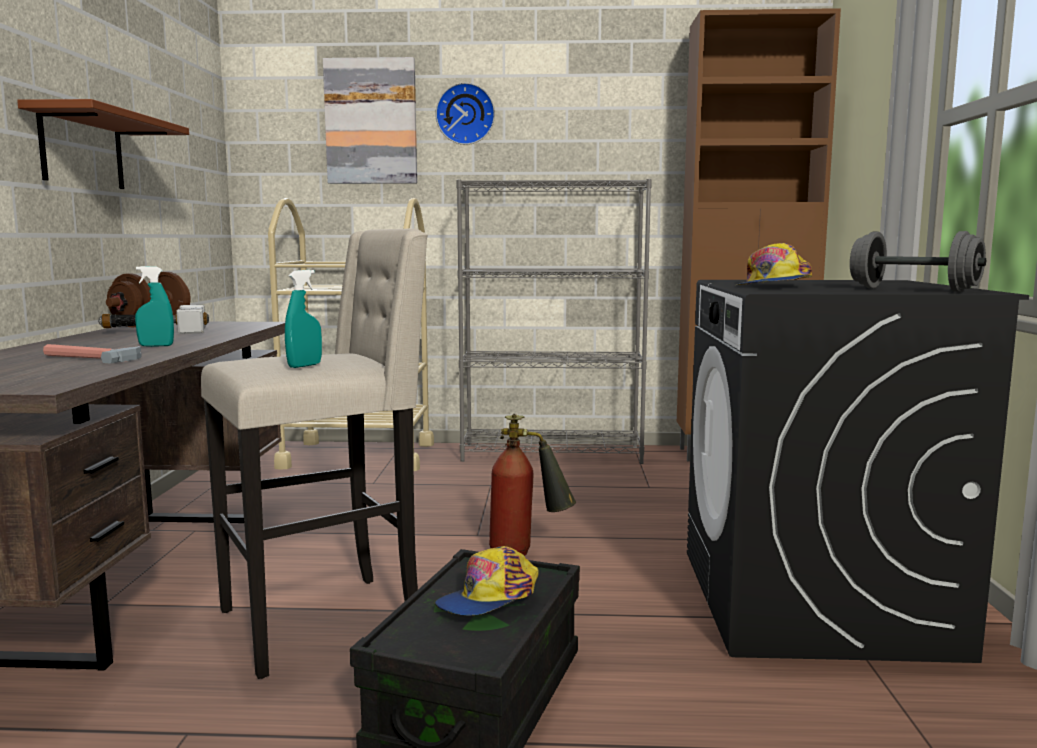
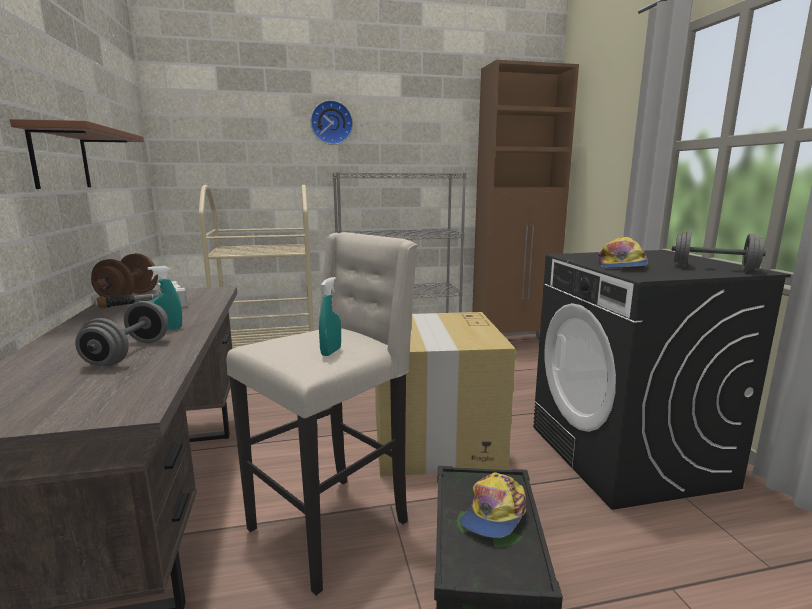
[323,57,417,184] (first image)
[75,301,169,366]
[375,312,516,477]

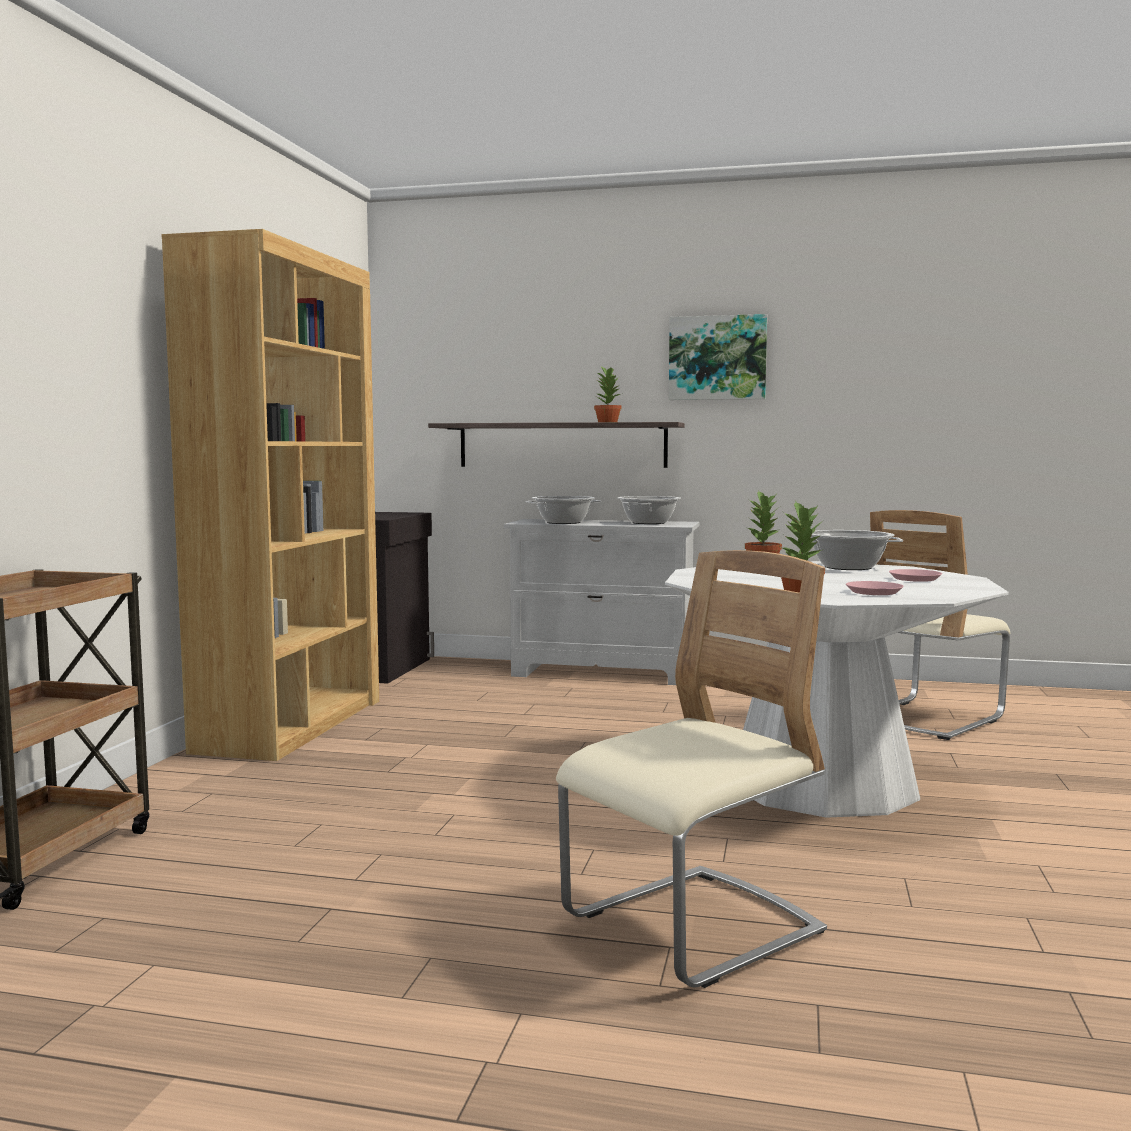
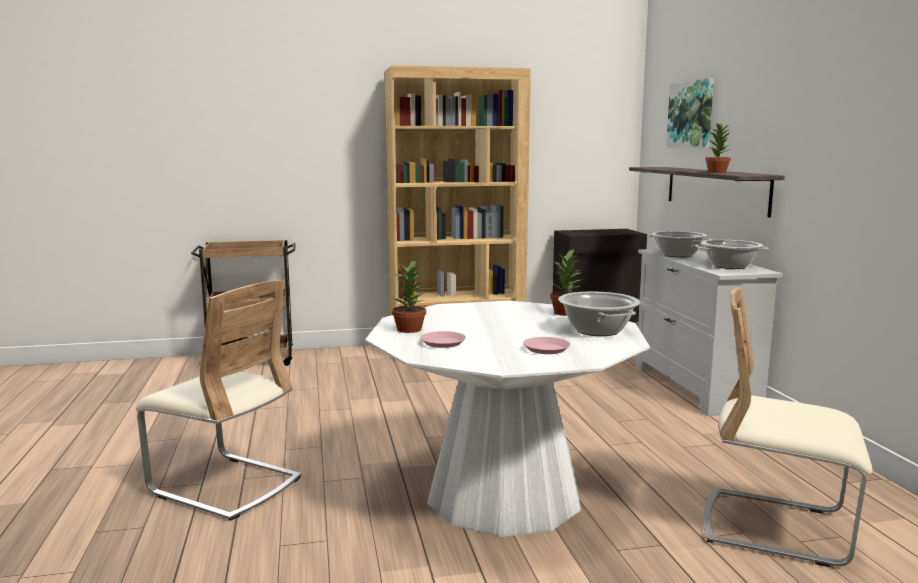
[666,78,714,148]

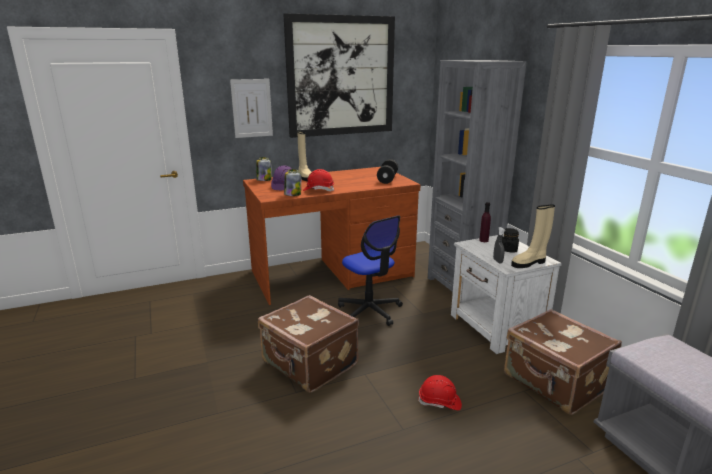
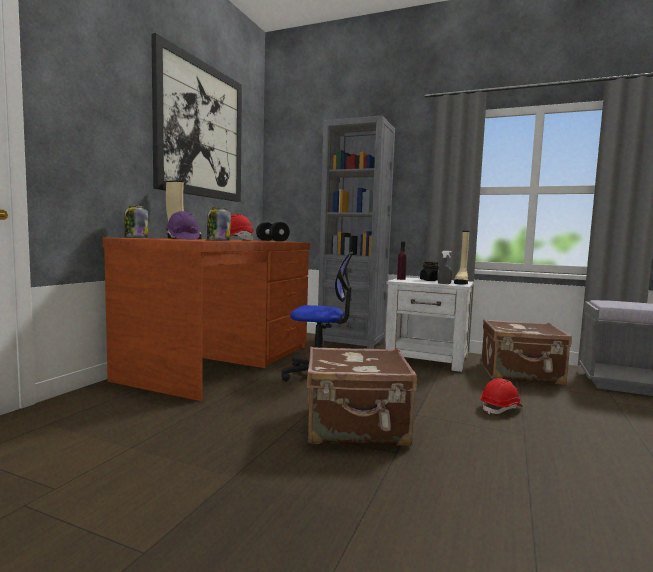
[230,79,273,138] (first image)

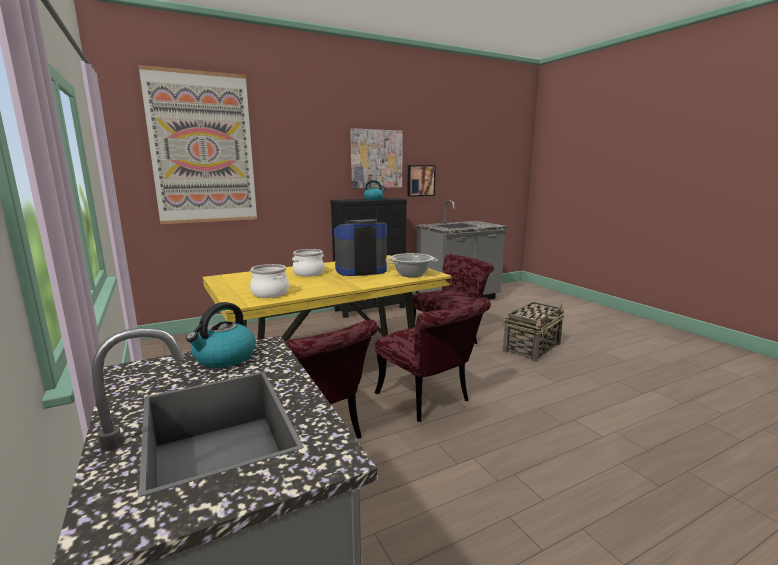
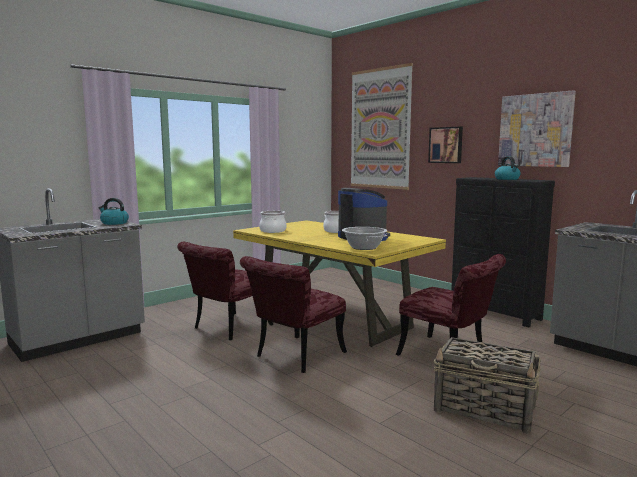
[428,126,463,163]

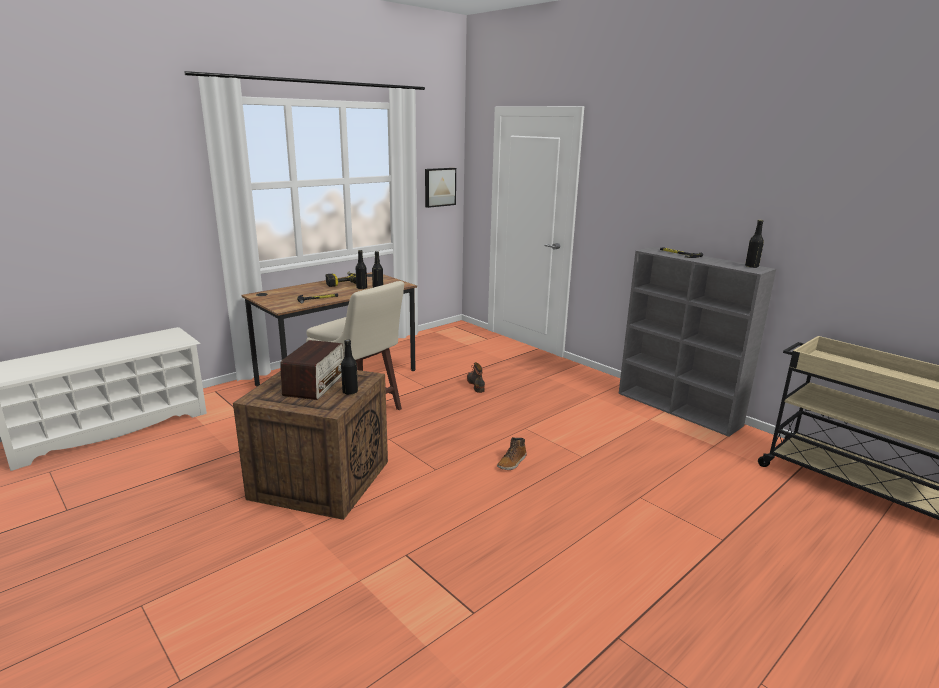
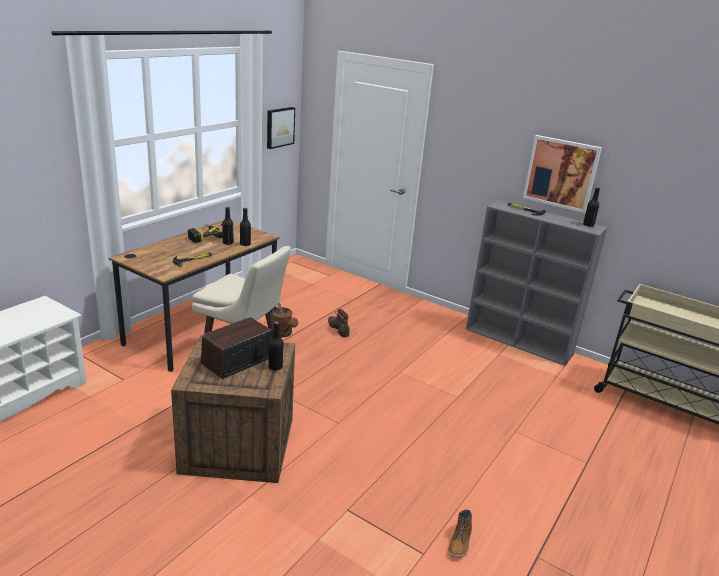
[201,317,273,379]
[448,510,472,558]
[523,135,602,213]
[272,303,298,337]

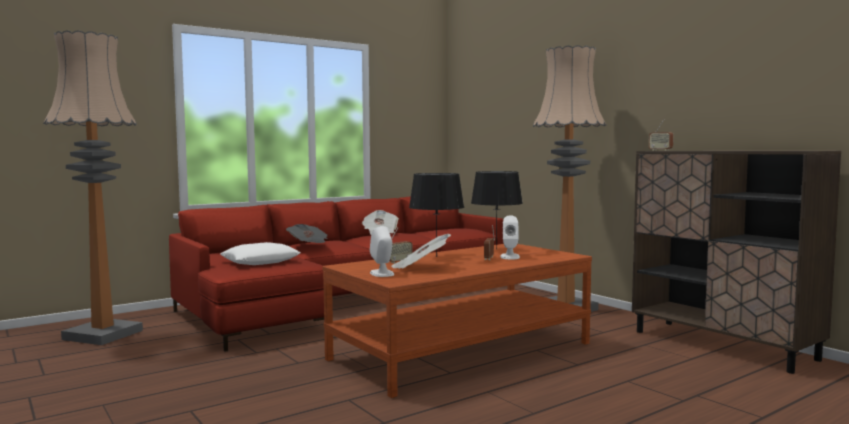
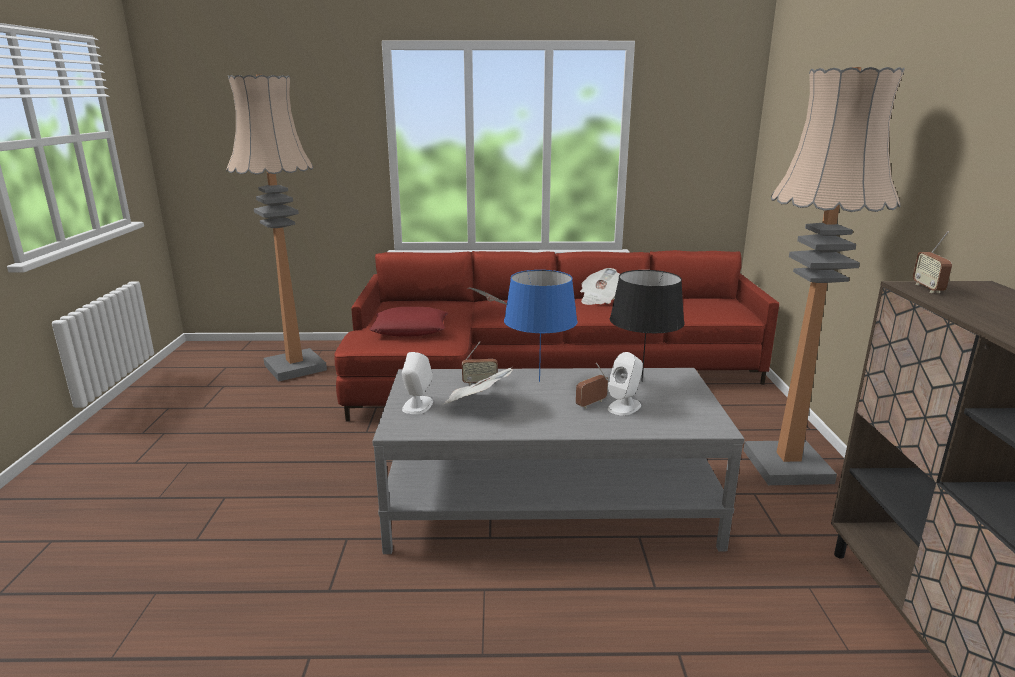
[504,270,578,382]
[369,307,448,337]
[372,368,745,554]

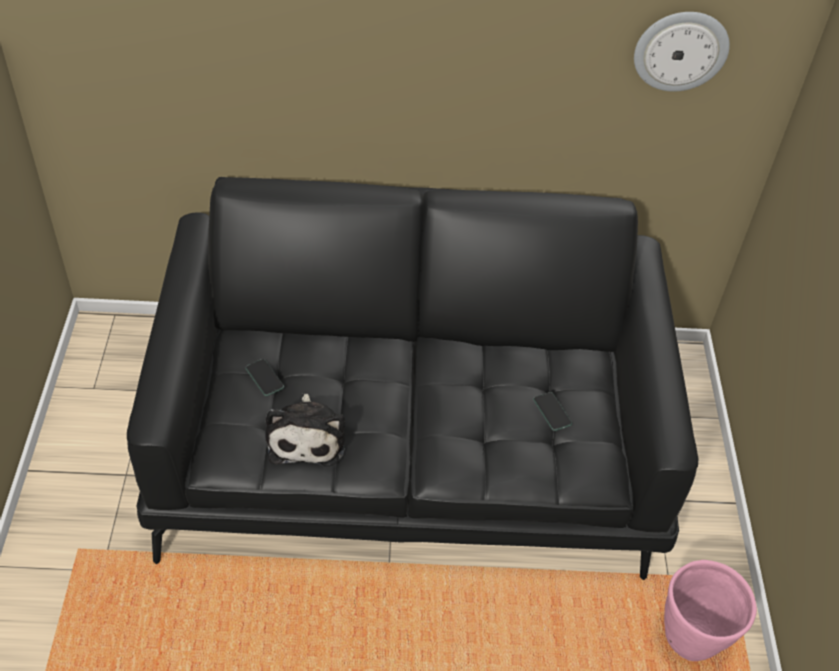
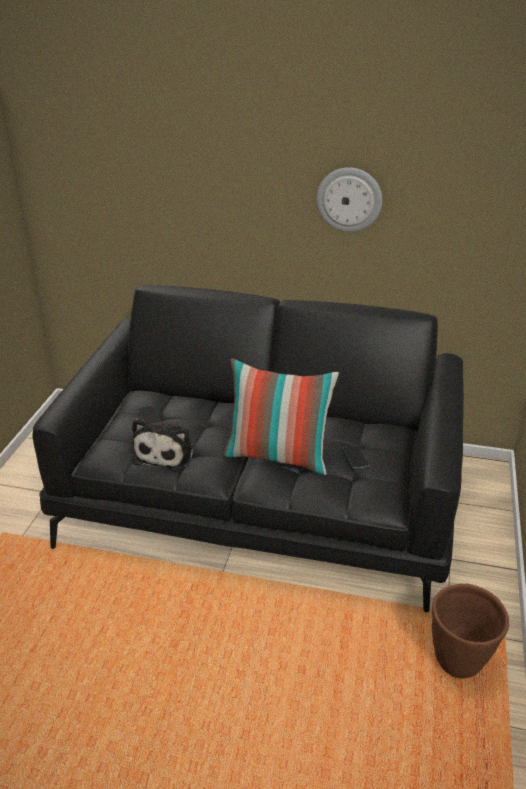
[316,167,382,232]
[432,583,509,679]
[224,359,339,475]

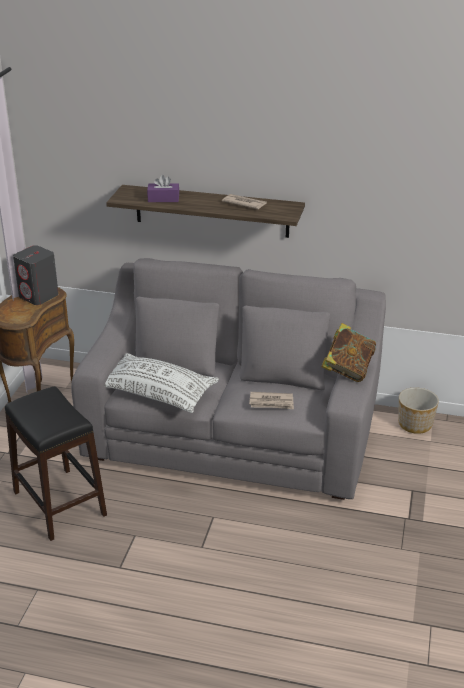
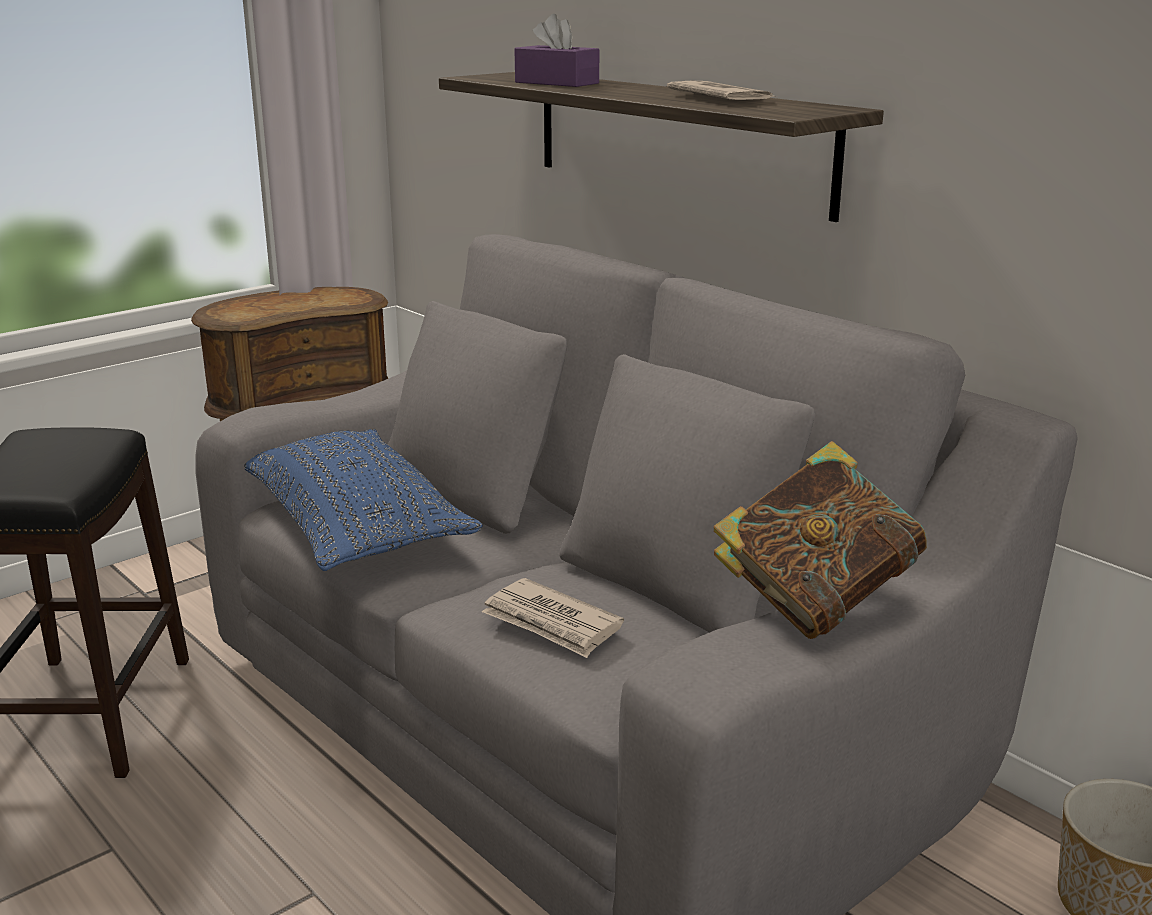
[13,245,59,305] (first image)
[244,429,483,571]

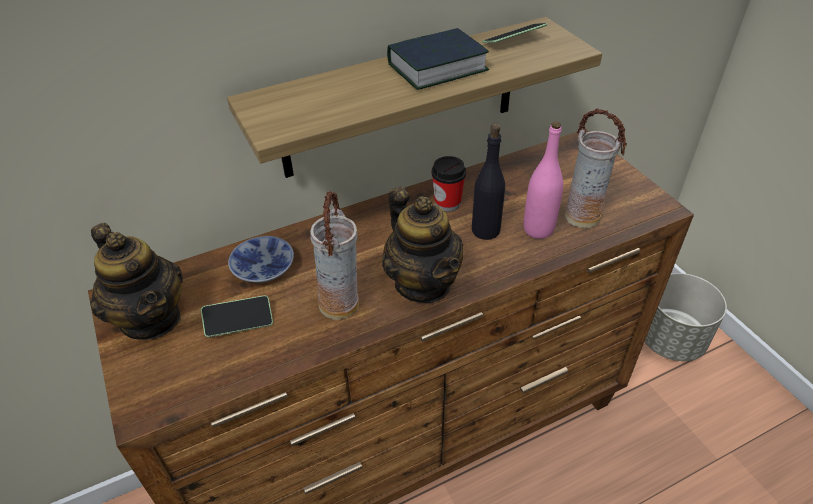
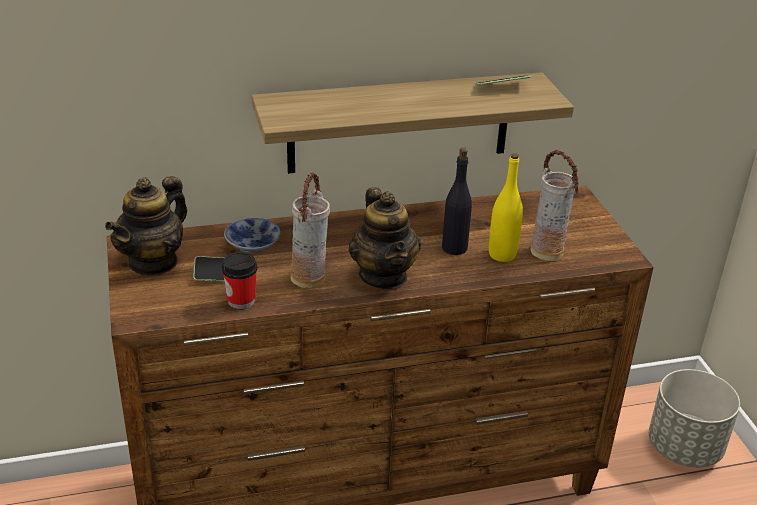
[387,28,489,90] (first image)
[489,153,523,262]
[221,252,258,309]
[105,176,187,276]

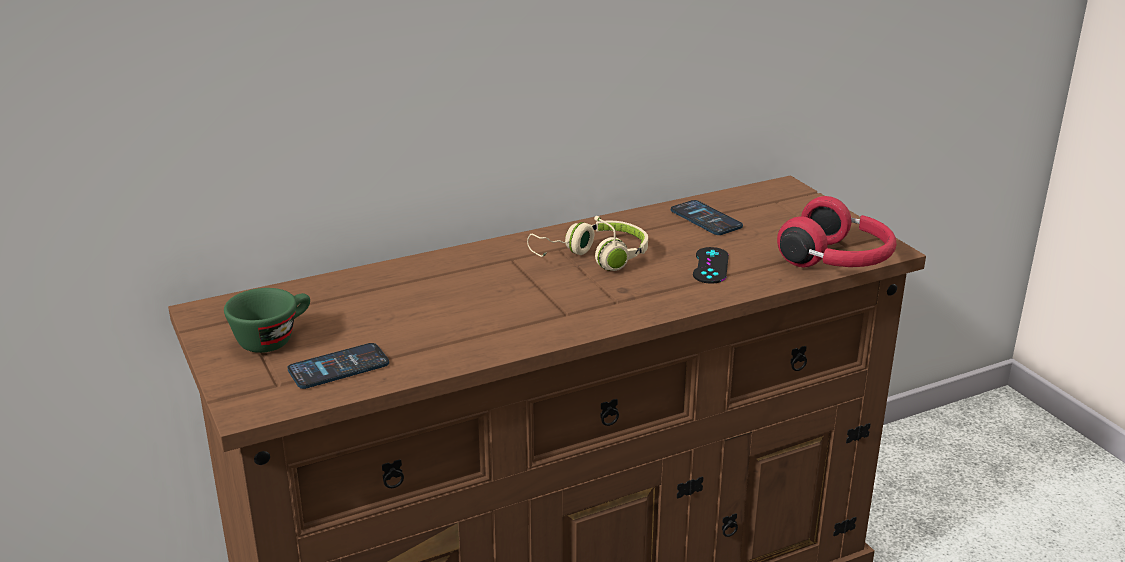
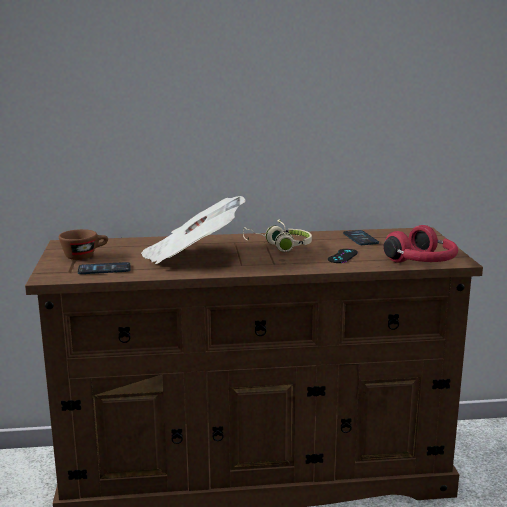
[59,229,108,260]
[141,196,246,264]

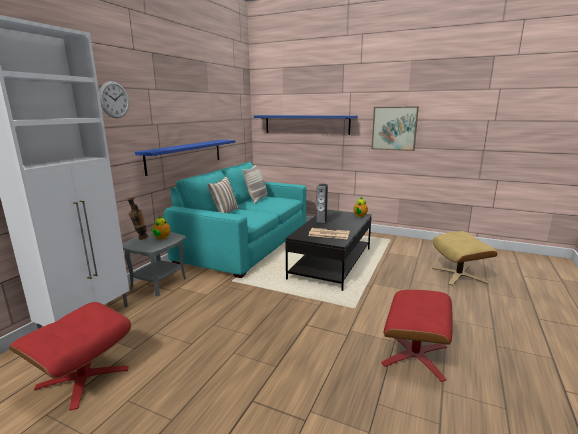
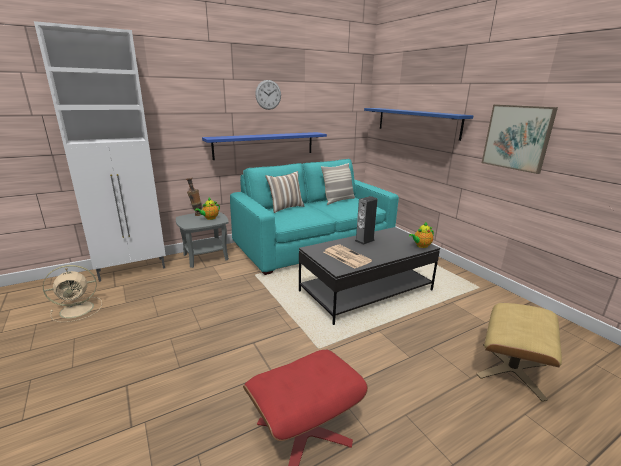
[255,80,281,110]
[43,265,102,322]

